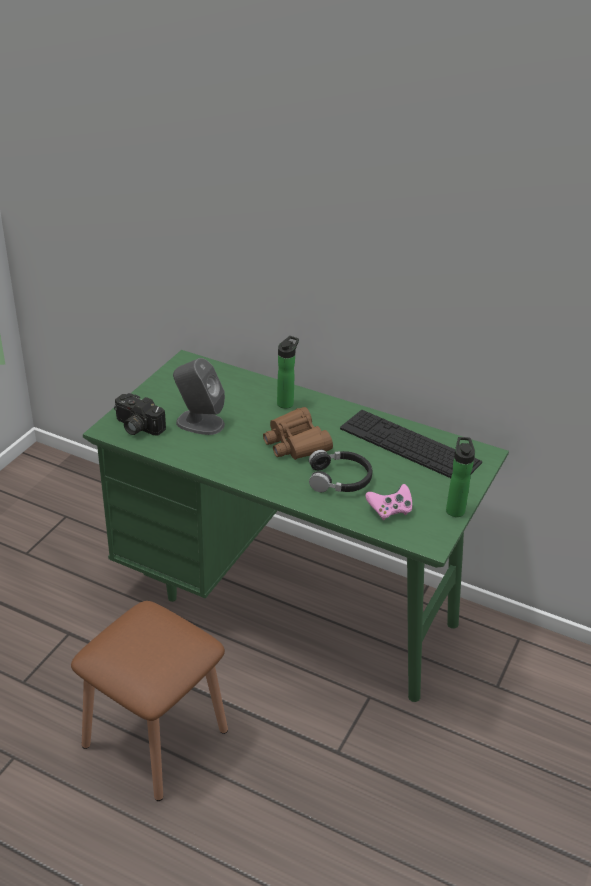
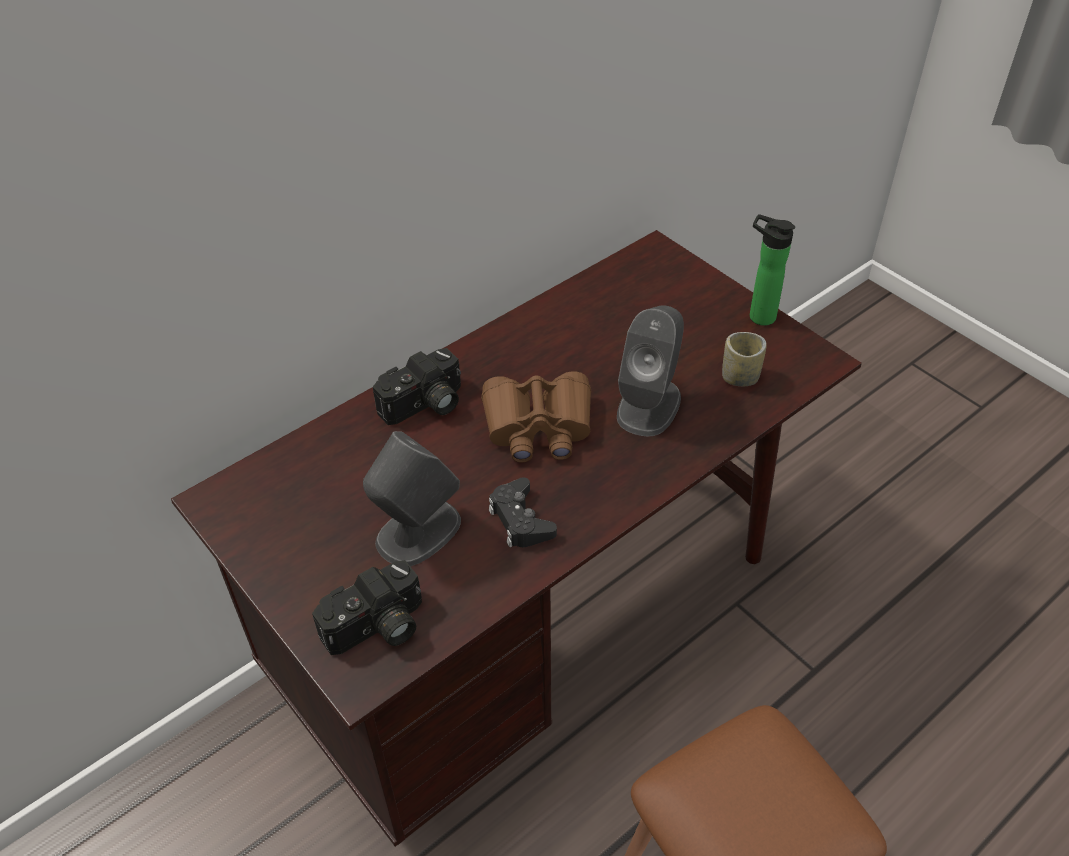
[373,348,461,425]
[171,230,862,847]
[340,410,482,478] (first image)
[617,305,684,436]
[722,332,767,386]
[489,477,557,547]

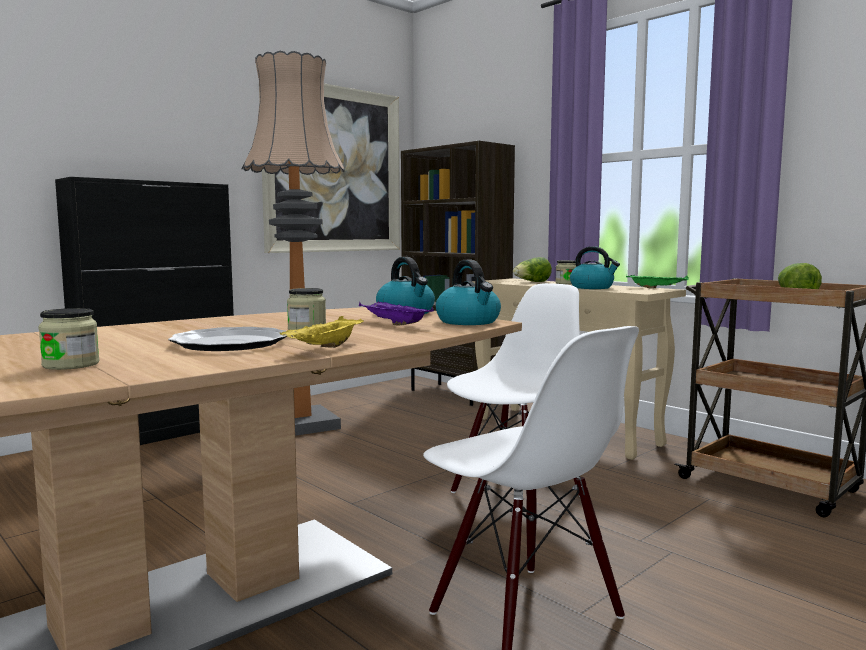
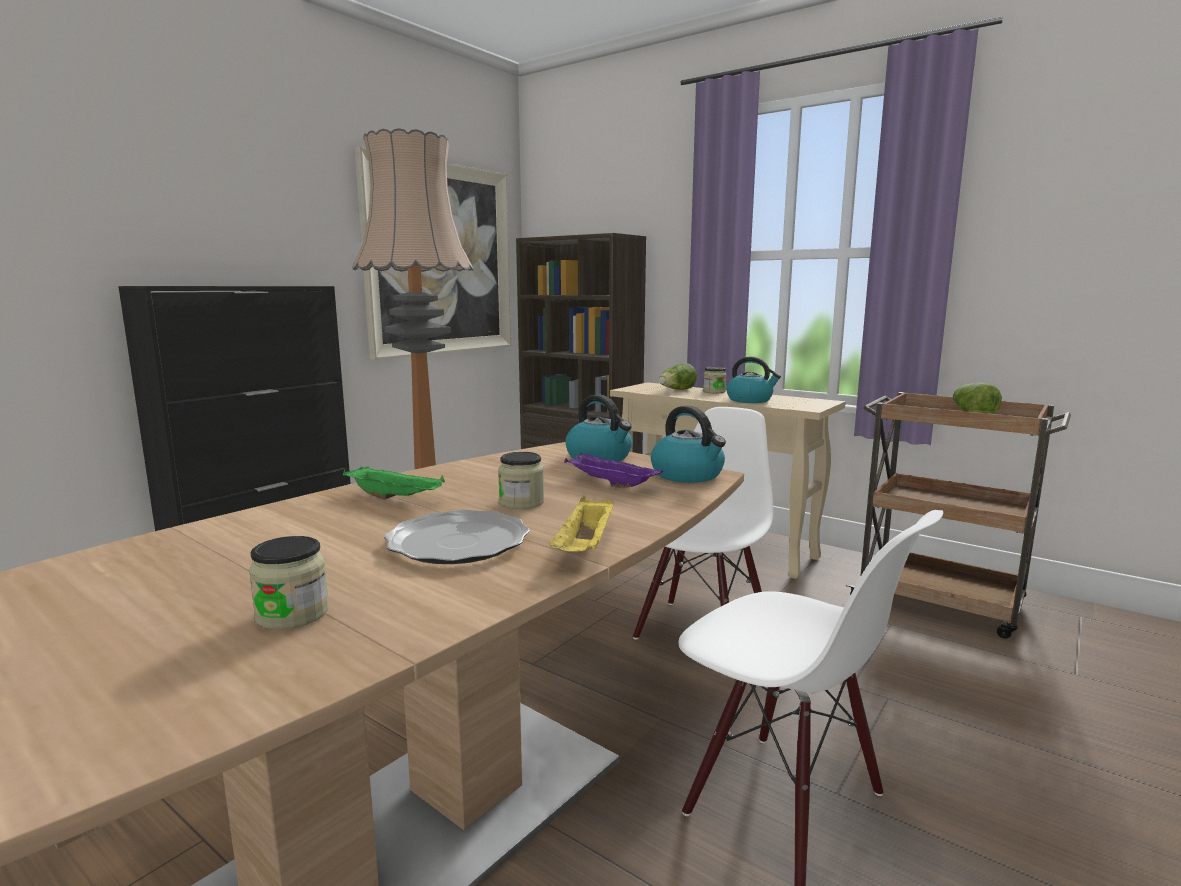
[343,466,445,499]

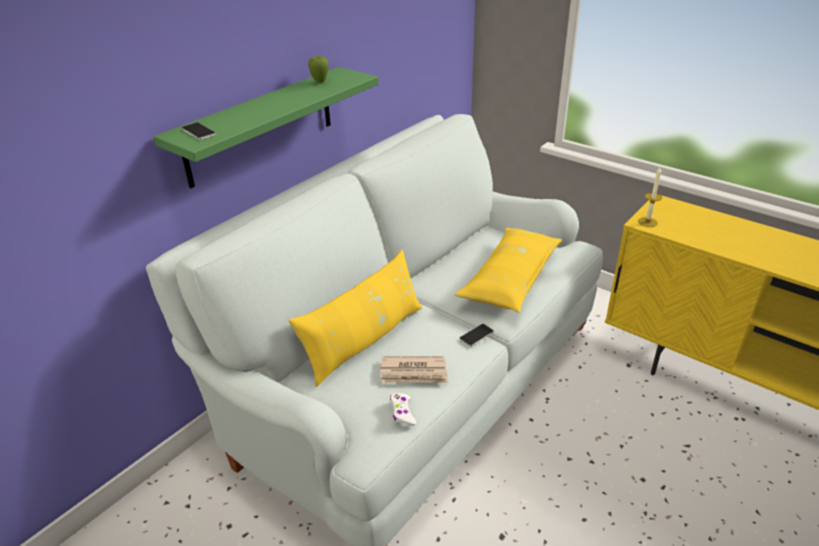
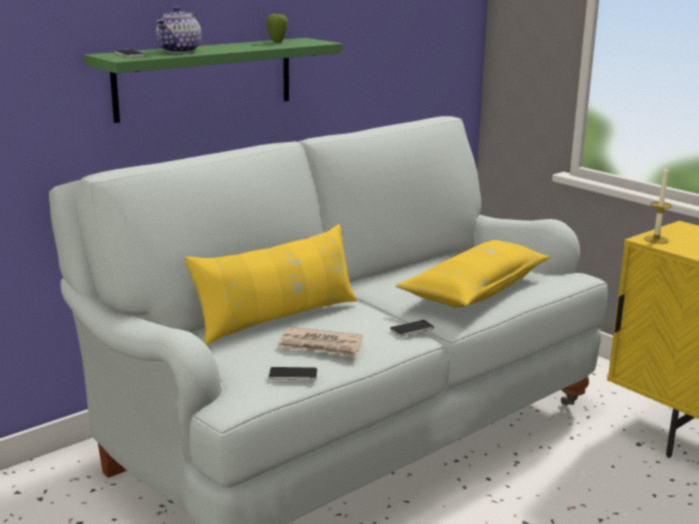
[269,367,317,380]
[156,6,201,53]

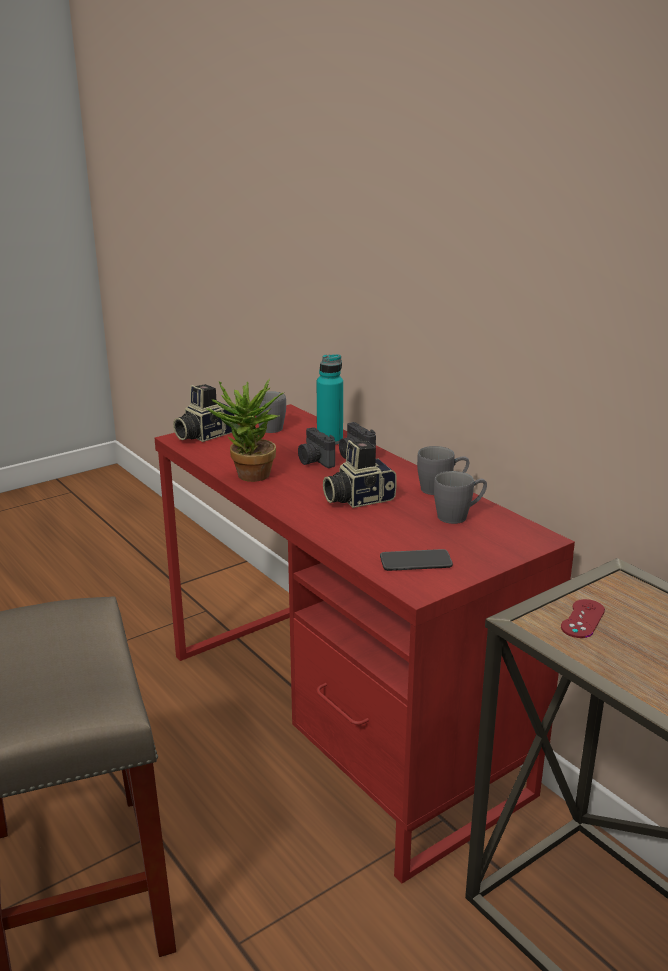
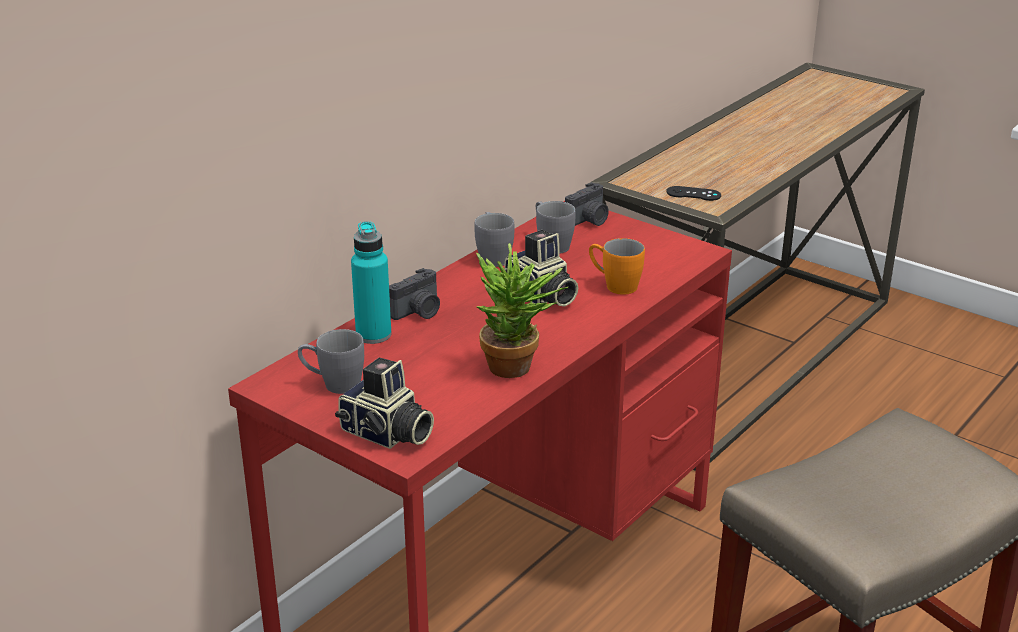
[565,182,609,226]
[380,549,453,571] (first image)
[667,186,721,201]
[589,238,645,295]

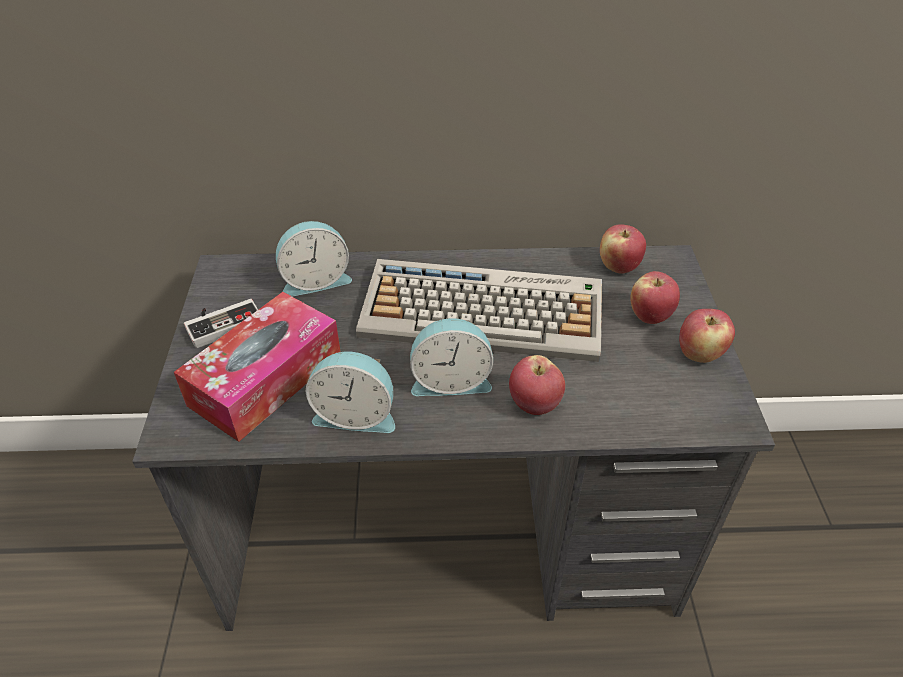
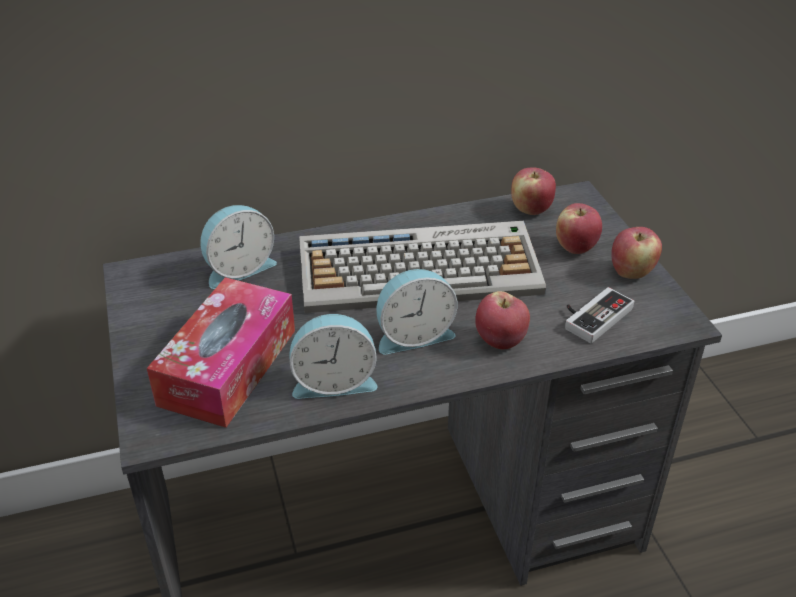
[565,287,634,343]

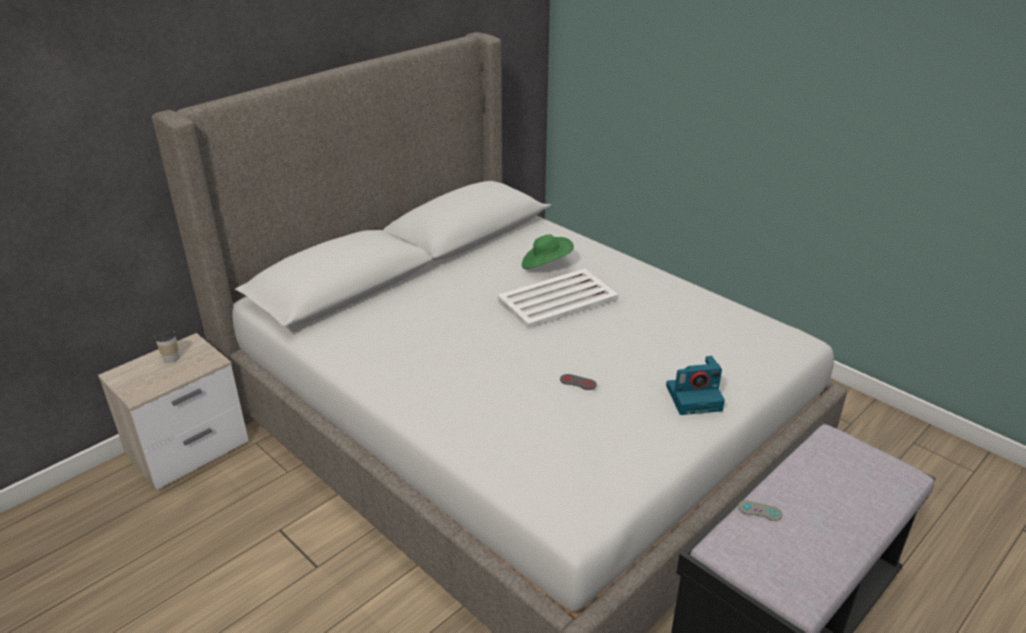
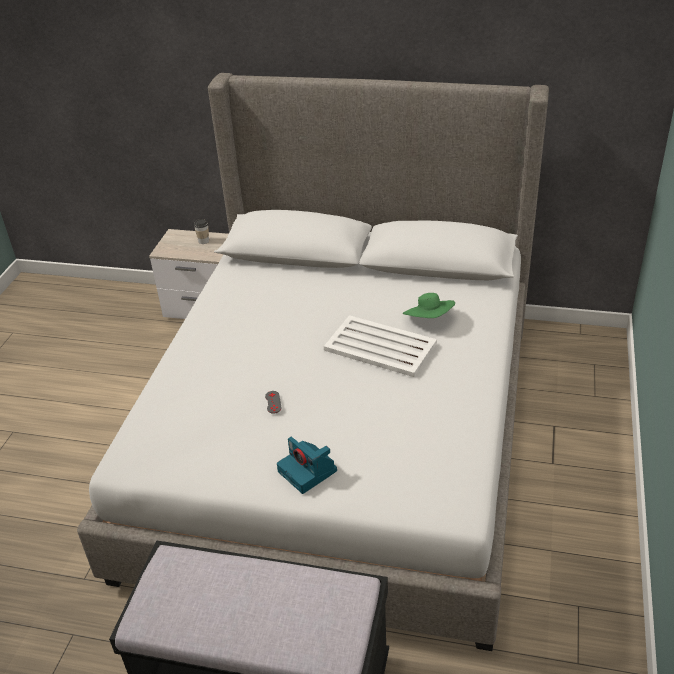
[738,500,783,521] (first image)

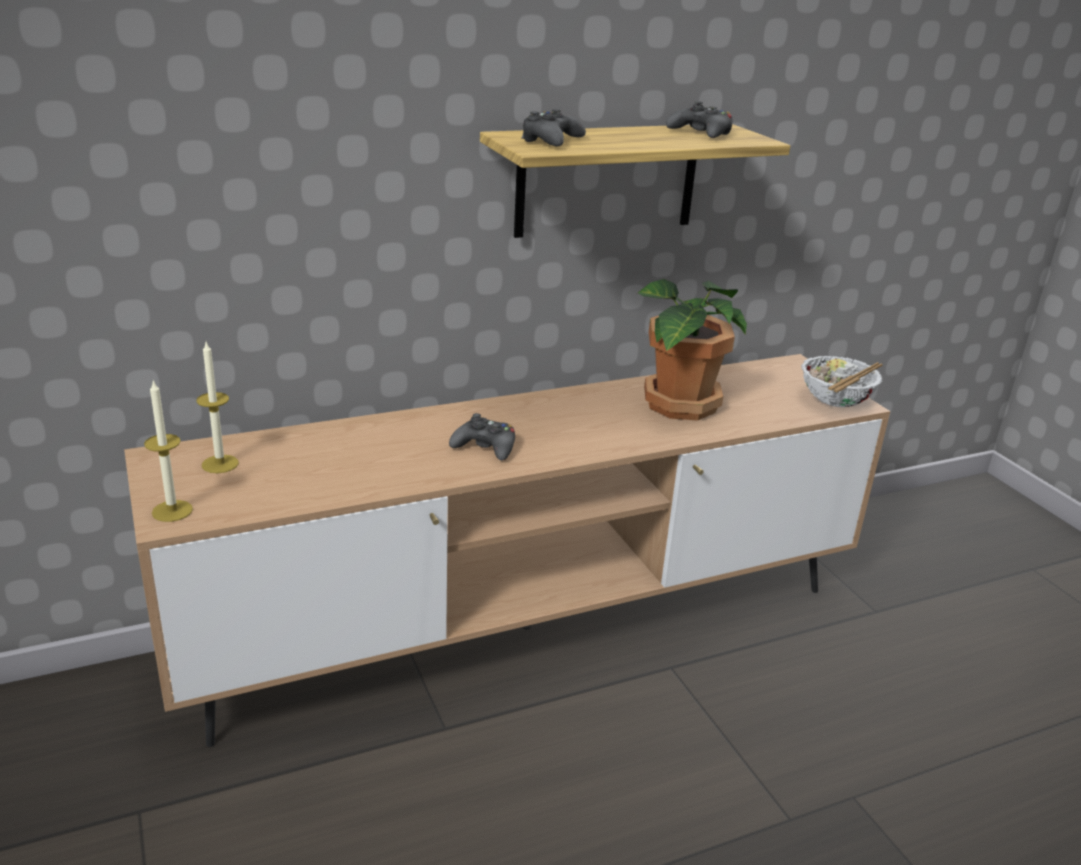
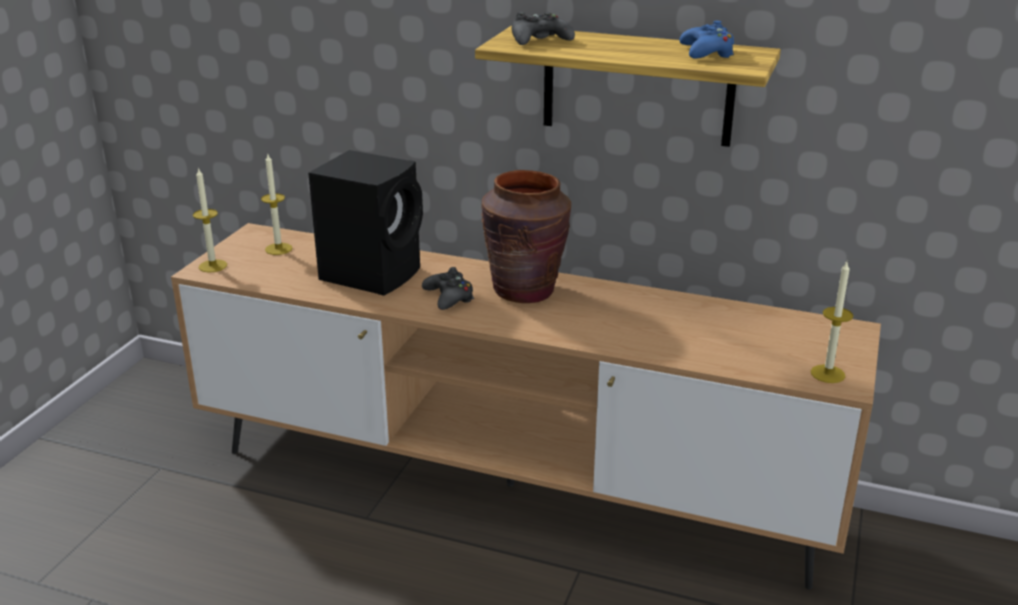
[679,21,734,59]
[638,279,747,420] (first image)
[811,262,853,383]
[308,150,423,296]
[481,170,571,303]

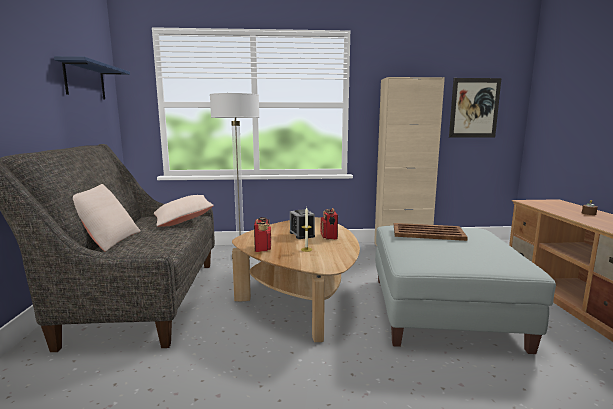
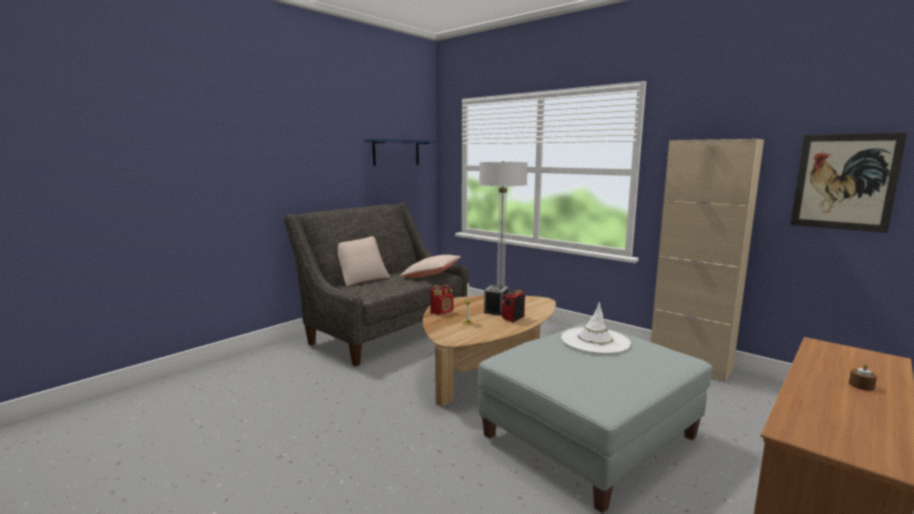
[561,302,631,354]

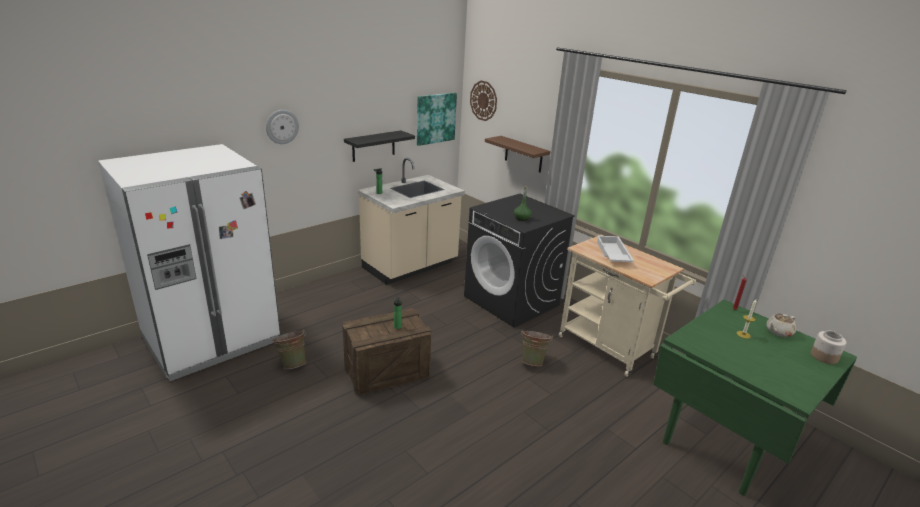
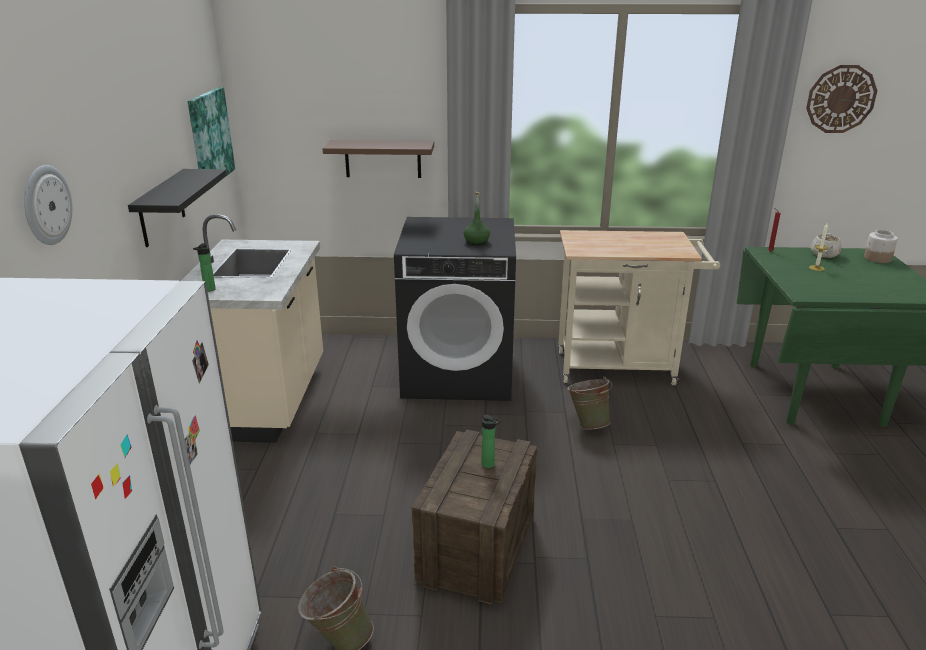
[806,65,877,133]
[597,236,634,262] (first image)

